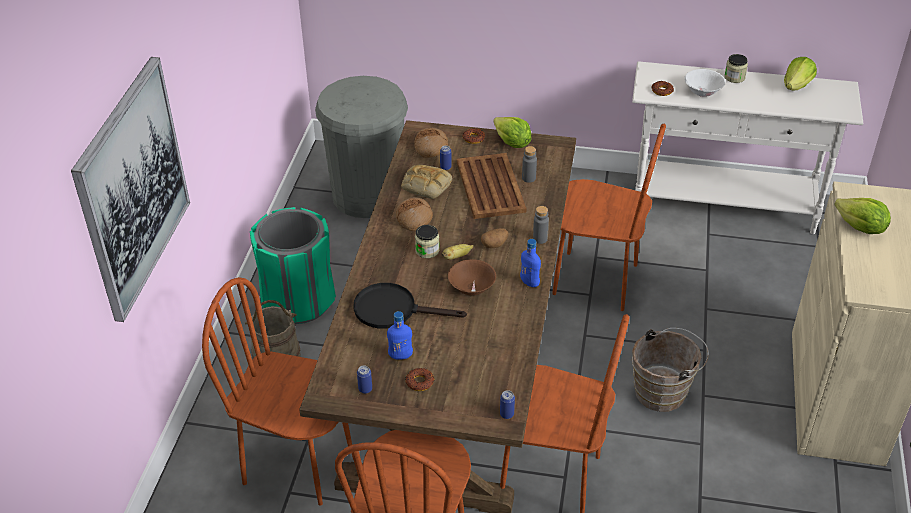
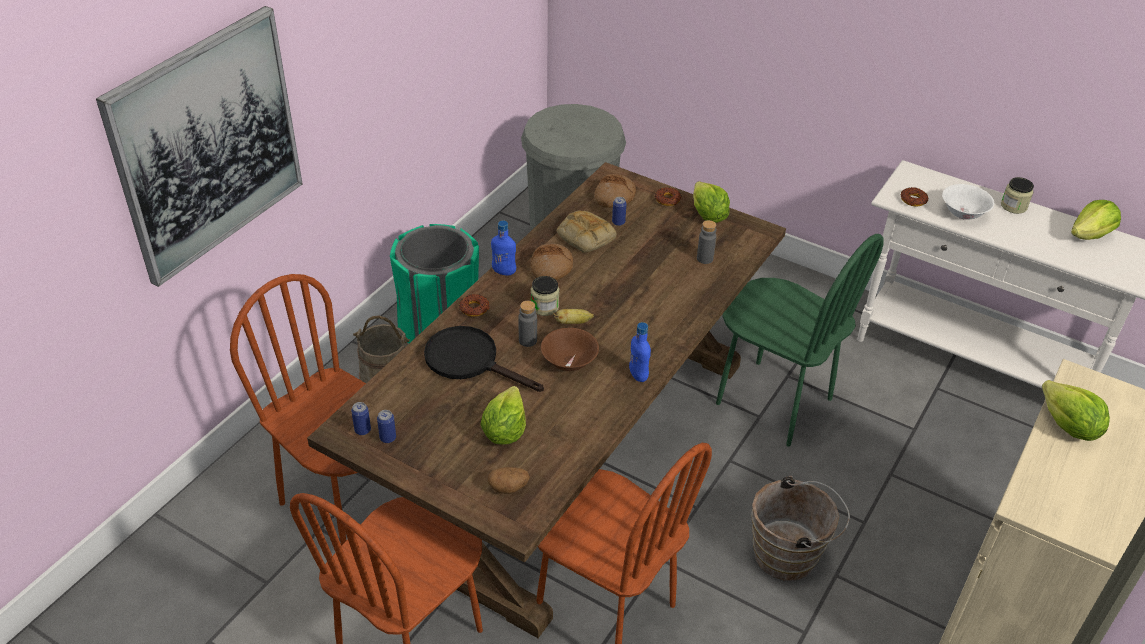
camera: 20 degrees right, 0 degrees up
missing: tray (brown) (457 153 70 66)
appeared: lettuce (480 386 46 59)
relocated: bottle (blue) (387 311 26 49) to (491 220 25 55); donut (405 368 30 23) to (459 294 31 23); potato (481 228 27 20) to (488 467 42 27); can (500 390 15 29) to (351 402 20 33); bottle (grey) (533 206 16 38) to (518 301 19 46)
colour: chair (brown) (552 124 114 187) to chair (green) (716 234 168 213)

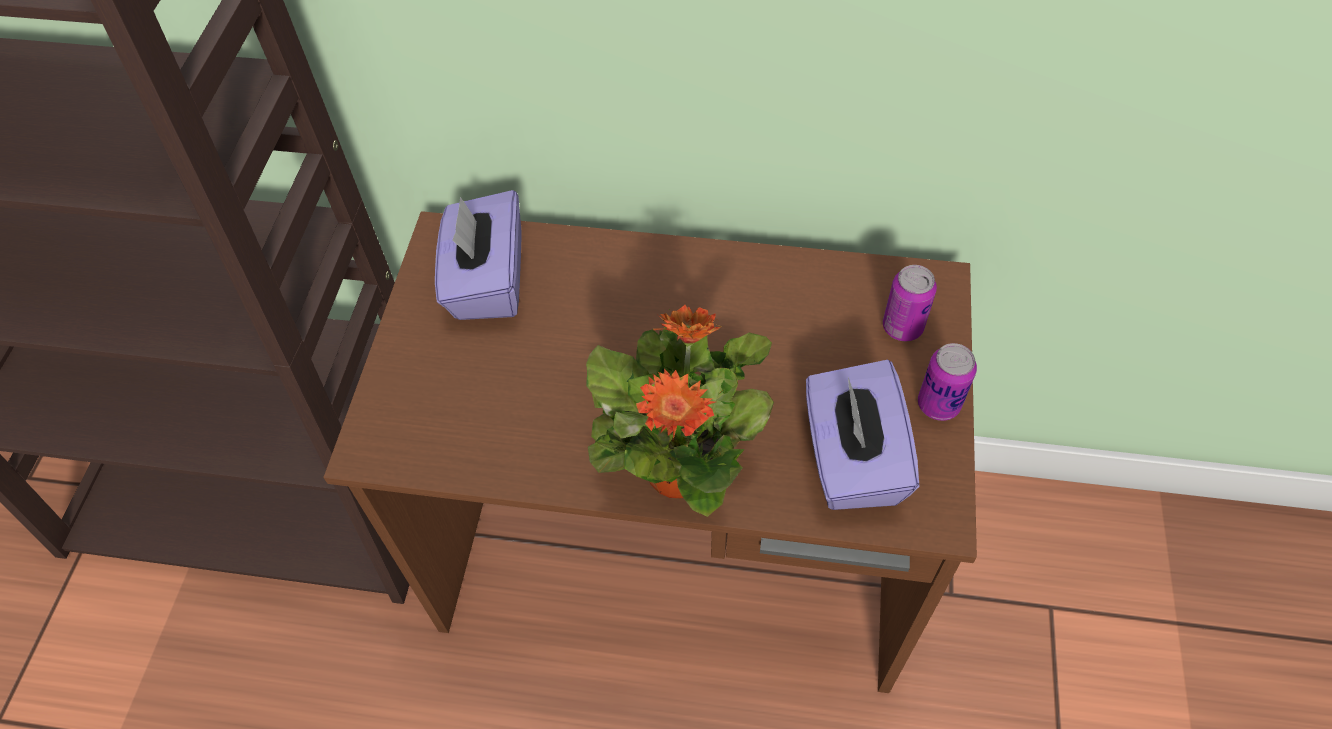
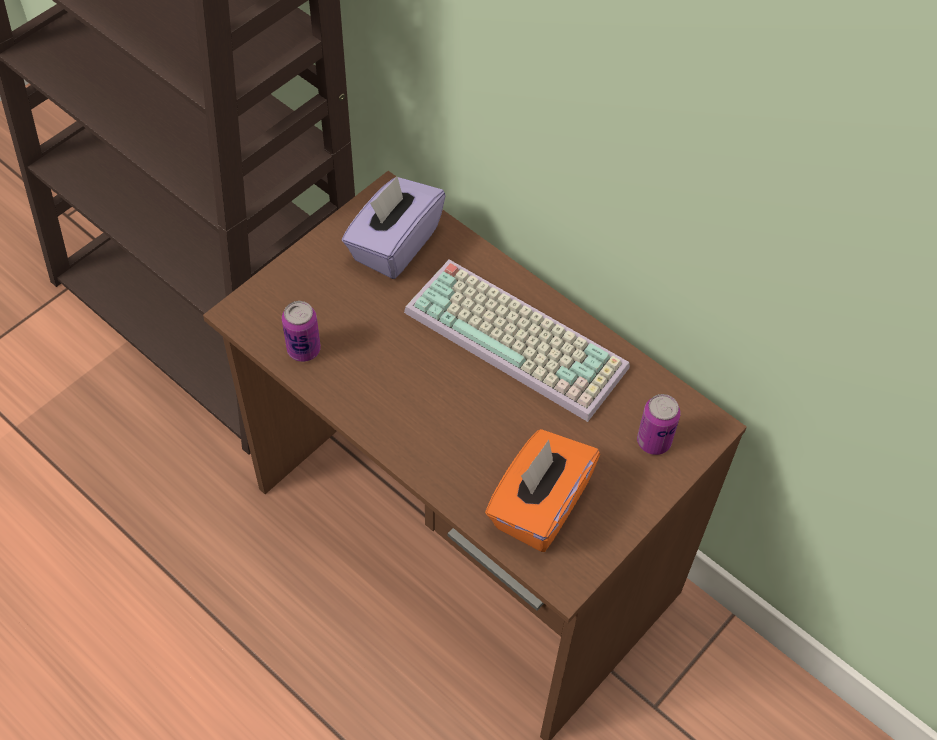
camera: 30 degrees right, 0 degrees up
missing: potted plant (586 305 188 212)
appeared: keyboard (404 259 226 163)
relocated: can (918 343 59 78) to (282 301 39 61)
colour: tissue box (purple) (806 360 114 150) to tissue box (orange) (485 429 115 123)

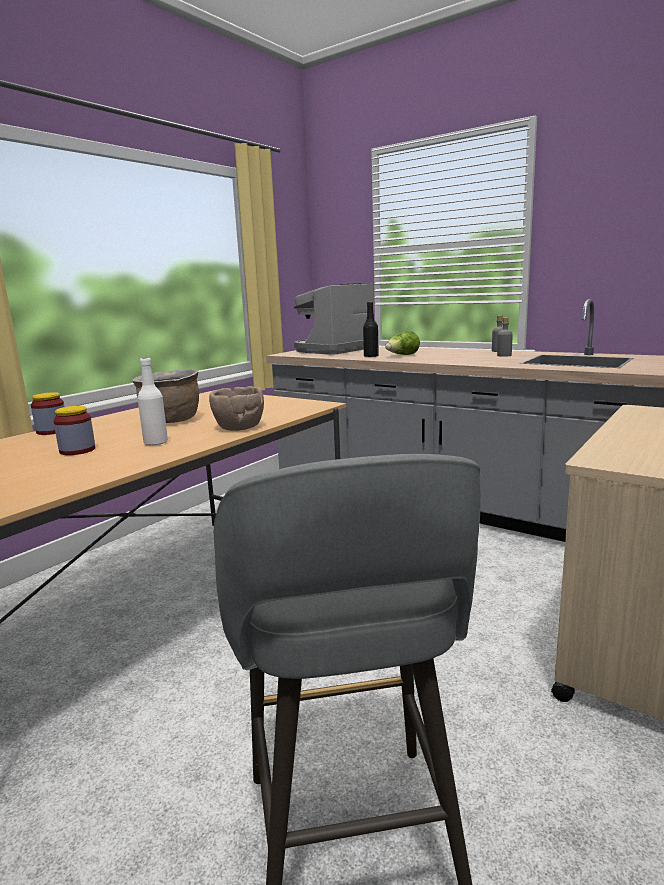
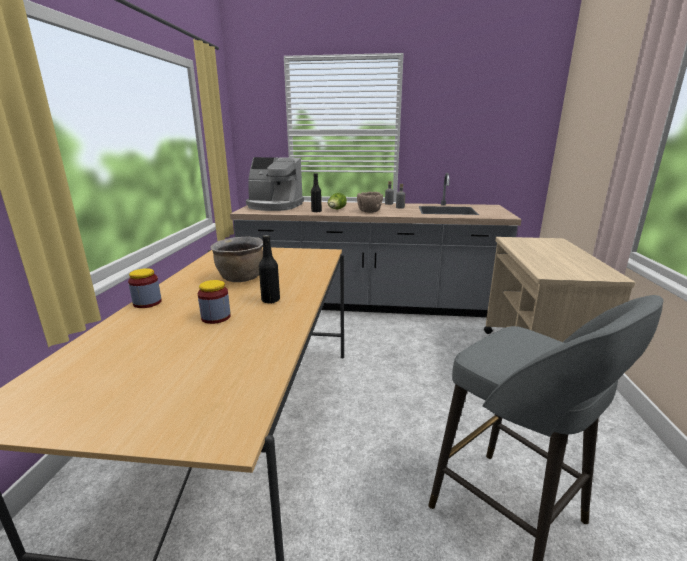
camera: 30 degrees left, 5 degrees up
relocated: bowl (brown) (209 386 55 45) to (357 192 26 21)
colour: bottle (white) (138 358 30 88) to bottle (black) (259 235 21 68)
spun: coffee machine (294 283 80 72) = (246 157 58 54) 90 degrees counterclockwise

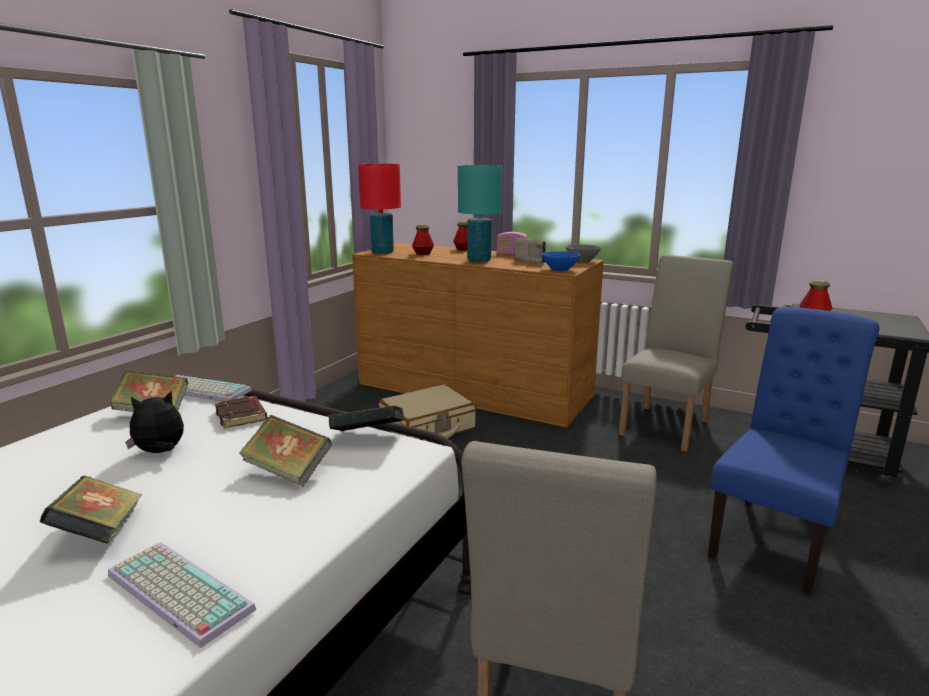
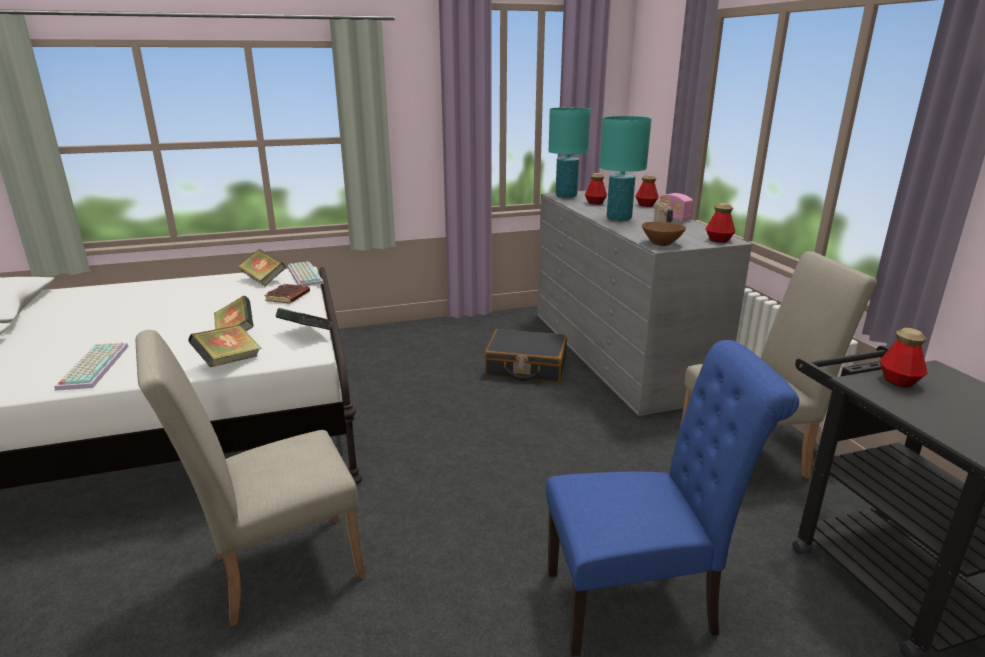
camera: 45 degrees right, 5 degrees up
missing: plush toy (125 391 59 62)
relocated: book (40 476 102 68) to (188 325 73 42)
exchanged: bowl (grey) (566 244 35 19) to bottle (705 203 31 40)
colour: dresser (brown) (352 243 252 185) to dresser (grey) (537 189 215 227); table lamp (red) (358 164 43 90) to table lamp (turquoise) (549 107 42 91); suitcase (beige) (379 385 97 56) to suitcase (black) (485 329 82 54); bowl (blue) (541 251 40 20) to bowl (brown) (642 221 44 25)

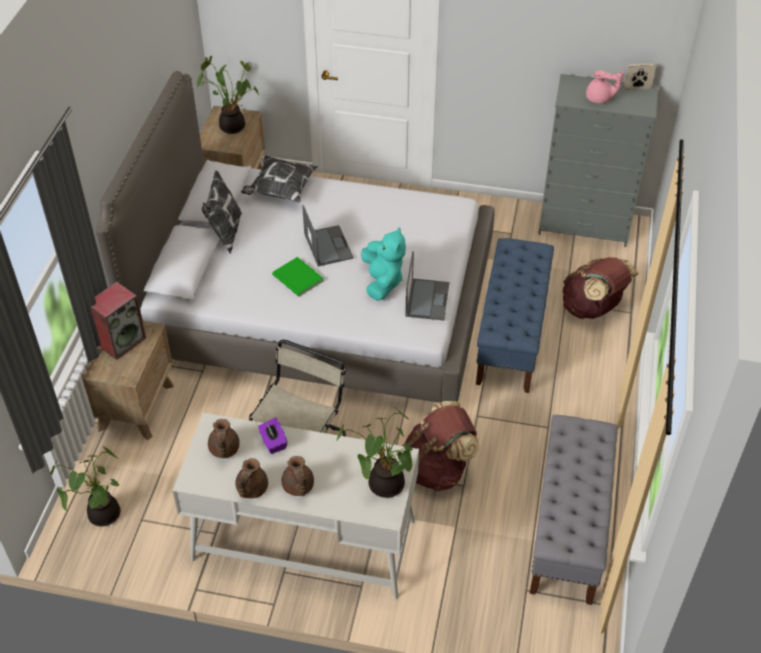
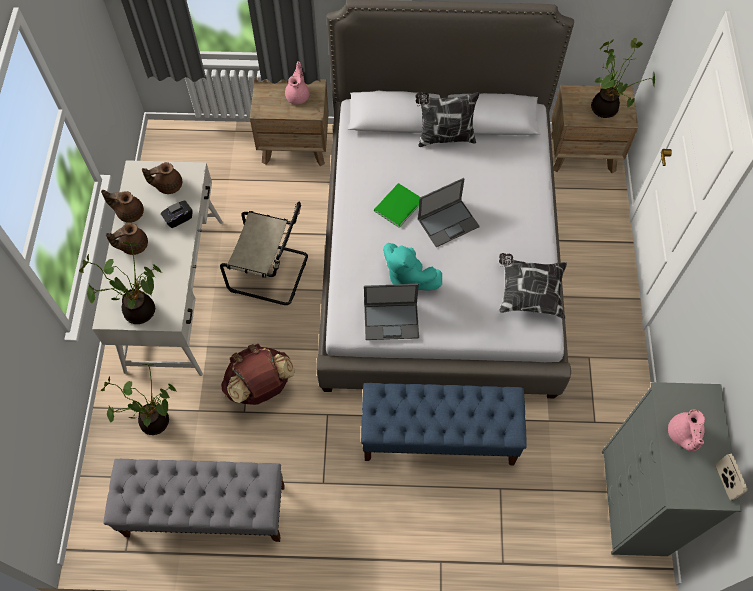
camera: 80 degrees right, 15 degrees up
missing: backpack (brown) (563 257 76 62)
relocated: potted plant (50 446 71 80) to (101 364 75 71); pillow (241 156 77 47) to (499 253 68 66)
exchanged: speaker (91 282 55 78) to teapot (pink) (285 61 25 43)
colour: tissue box (purple) (258 417 29 37) to tissue box (black) (161 200 32 28)
spun: plush toy (turquoise) (361 227 45 74) = (383 243 59 48) 60 degrees clockwise

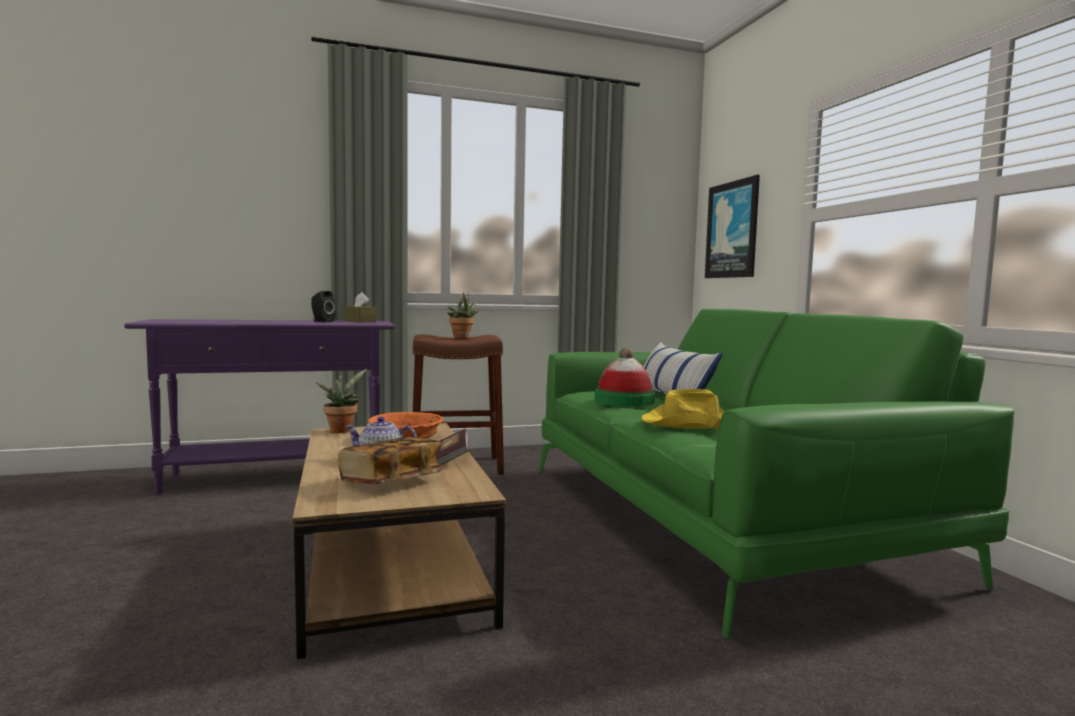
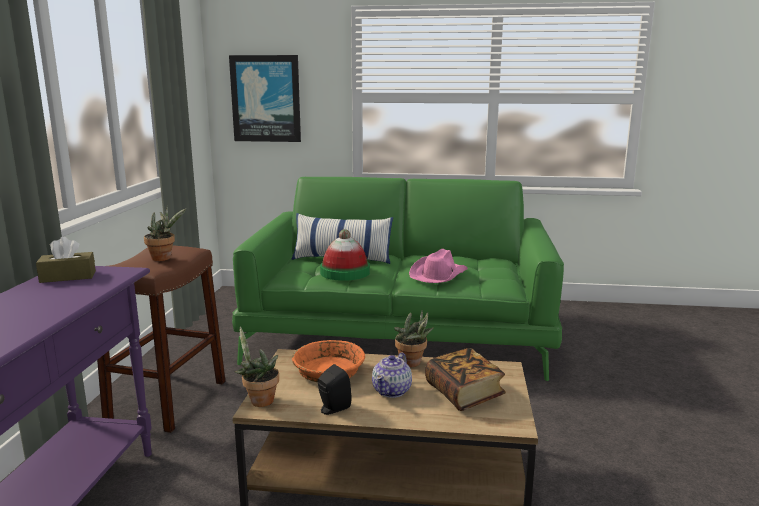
camera: 65 degrees left, 10 degrees up
relocated: speaker (black) (311 291 25 31) to (318 364 34 51)
exchanged: book (436 428 33 38) to potted plant (394 310 39 57)
colour: hat (yellow) (641 389 84 41) to hat (pink) (409 249 59 34)

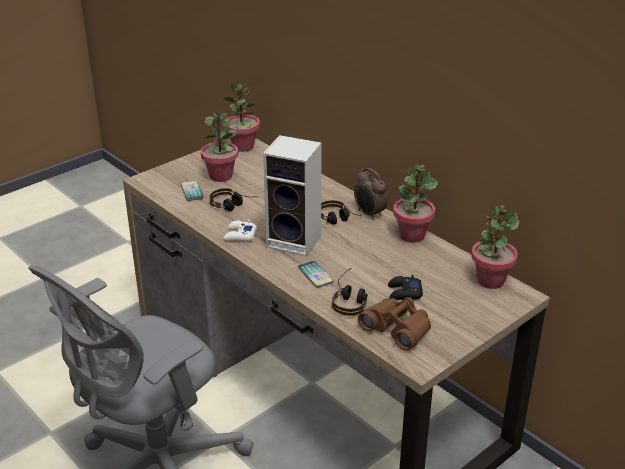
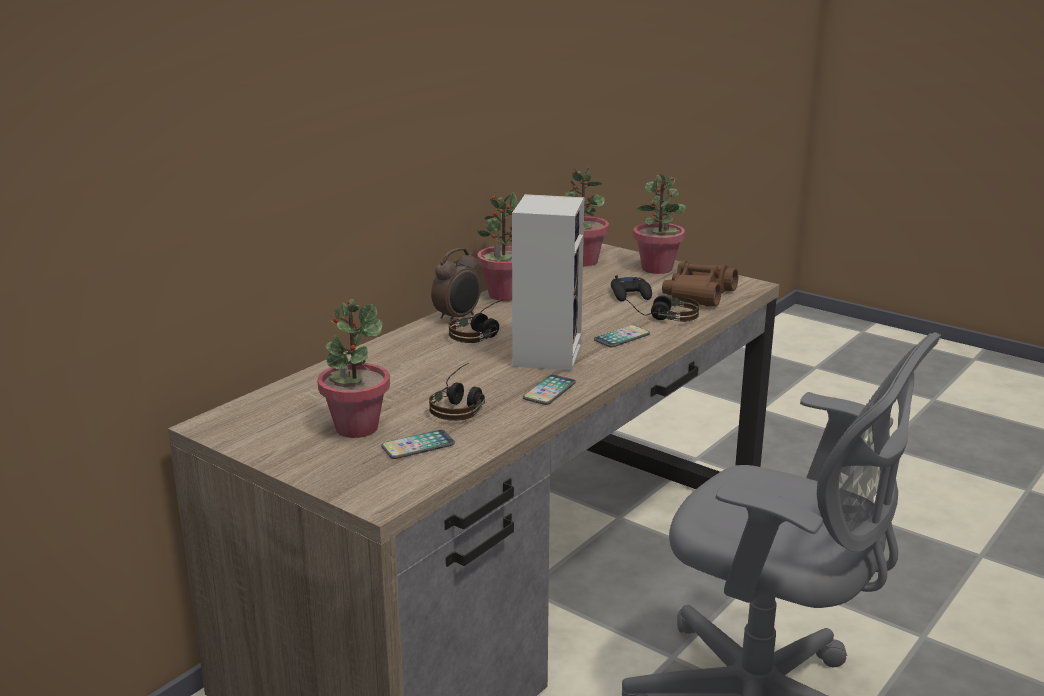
camera: 100 degrees left, 10 degrees down
relocated: potted plant (223 83 37 69) to (633 174 53 100)
exchanged: game controller (white) (223 220 34 22) to phone (523 375 53 30)

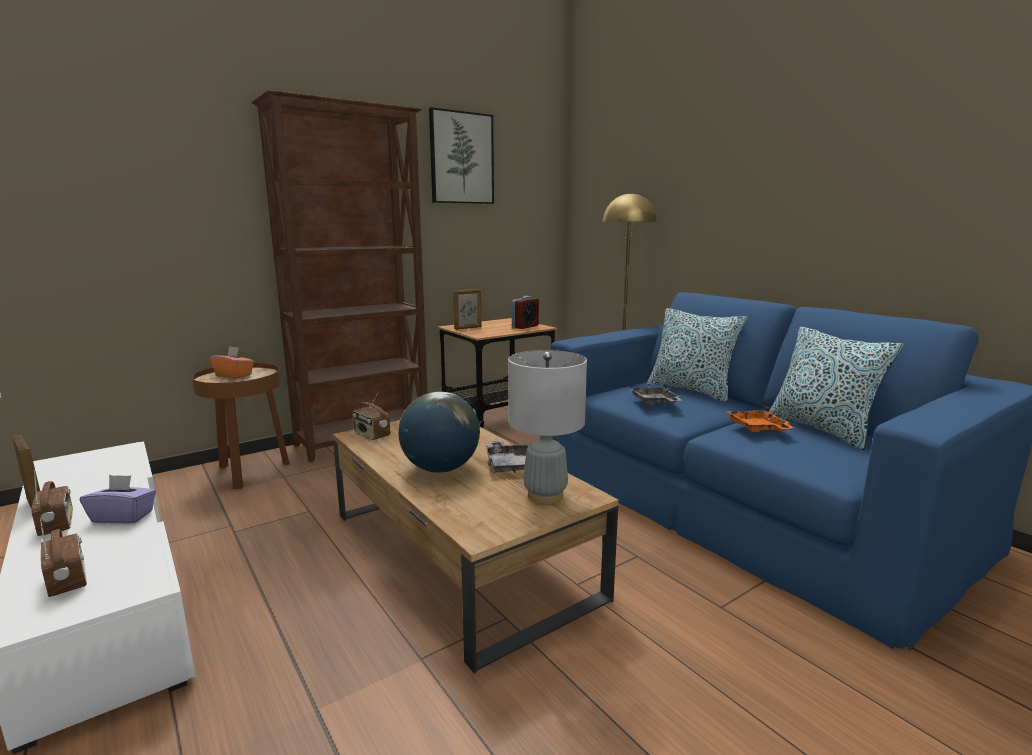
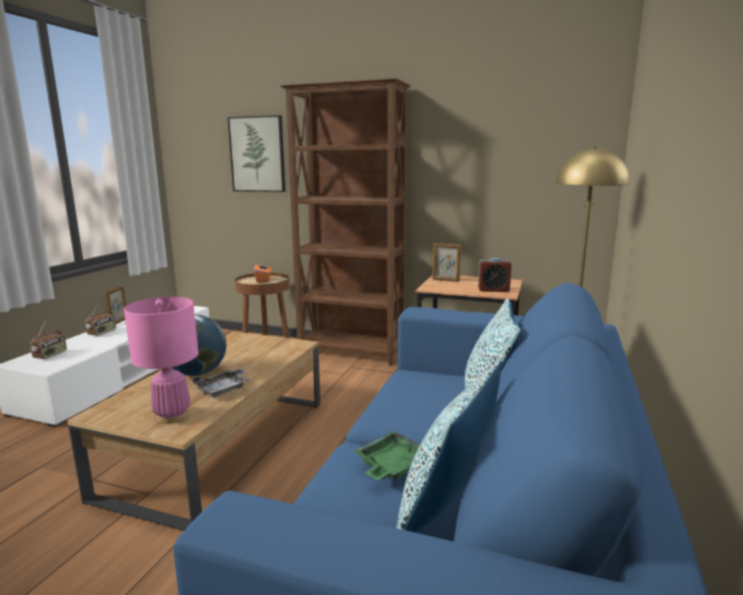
camera: 55 degrees right, 0 degrees up
missing: tissue box (purple) (80 475 76 49); radio (352 391 38 49); tray (grey) (630 384 51 21)
relocated: picture (429 107 65 97) to (227 115 59 77)
colour: table lamp (grey) (508 350 79 154) to table lamp (pink) (124 297 74 127); tray (orange) (726 406 68 26) to tray (green) (354 431 66 49)

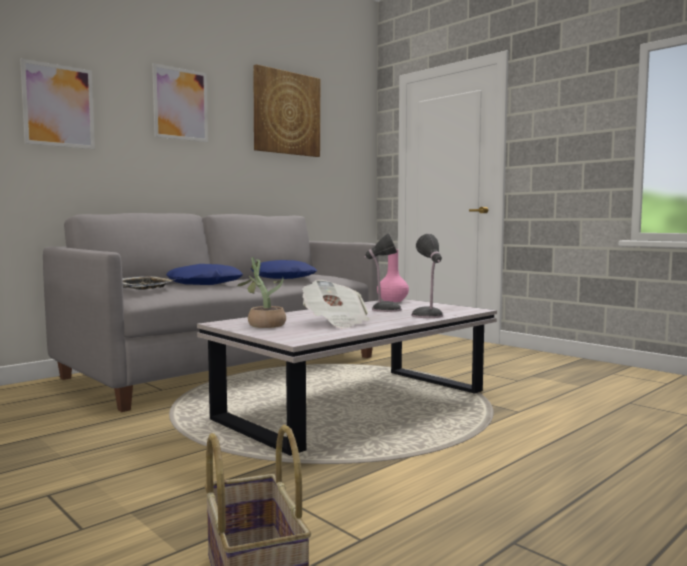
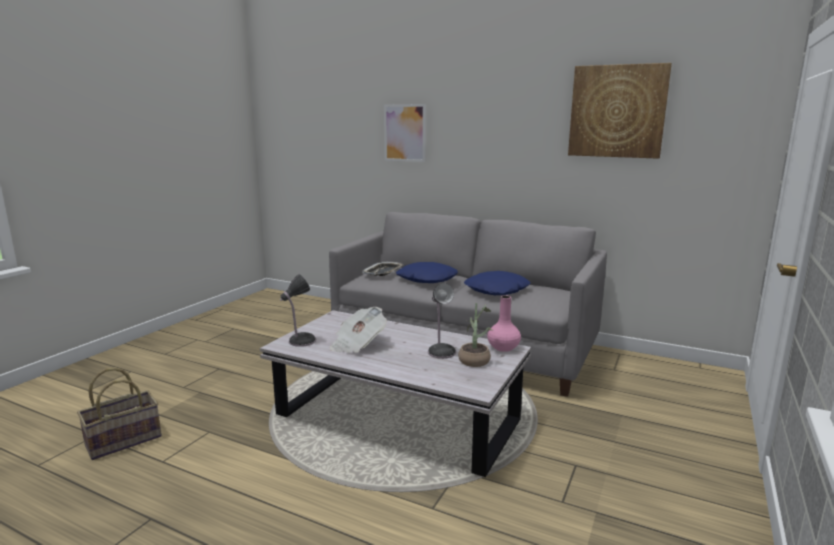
camera: 70 degrees right, 10 degrees up
missing: picture (152 63 56 79)
relocated: potted plant (238 257 48 71) to (458 303 35 64); table lamp (411 234 32 84) to (280 274 36 73)

